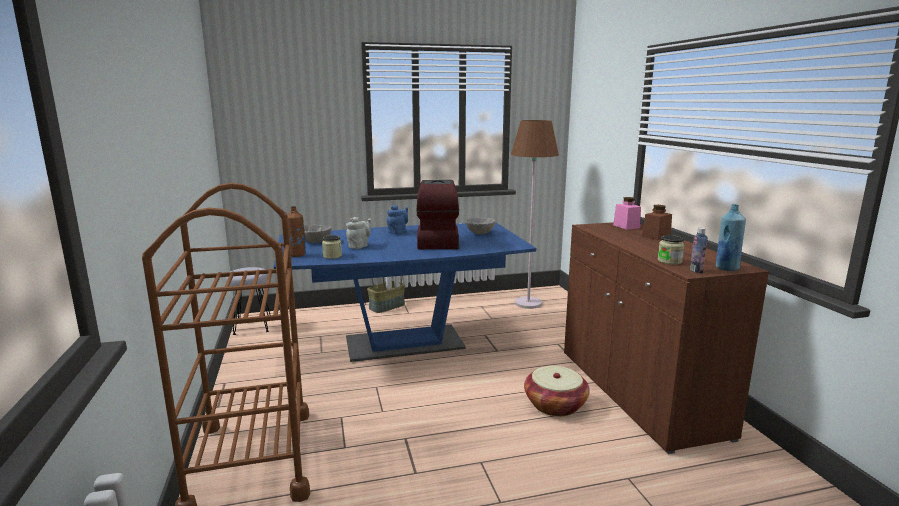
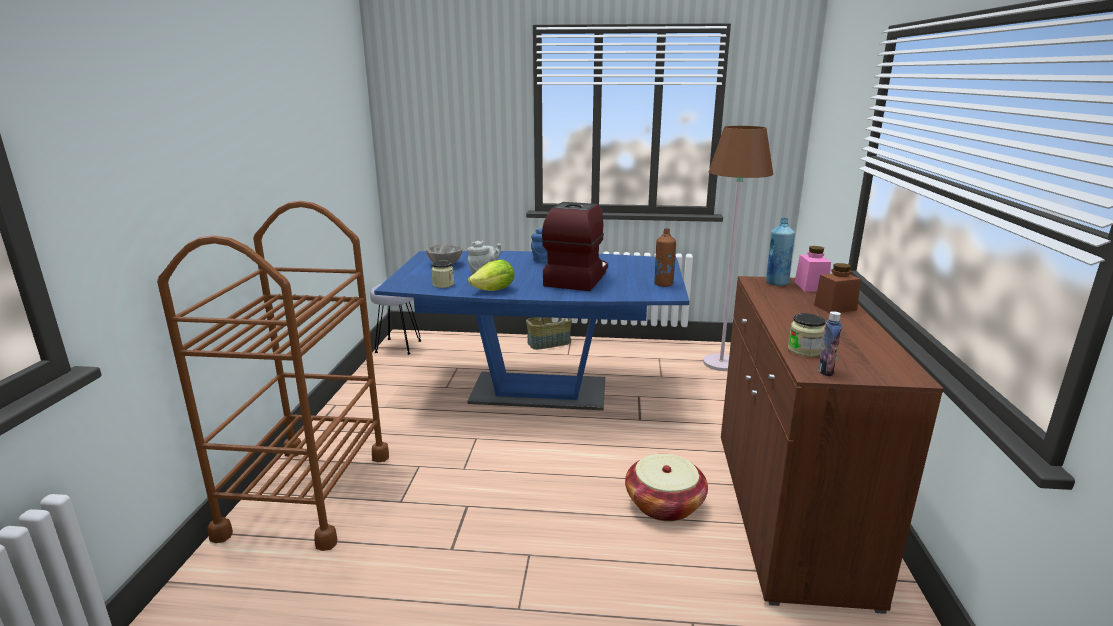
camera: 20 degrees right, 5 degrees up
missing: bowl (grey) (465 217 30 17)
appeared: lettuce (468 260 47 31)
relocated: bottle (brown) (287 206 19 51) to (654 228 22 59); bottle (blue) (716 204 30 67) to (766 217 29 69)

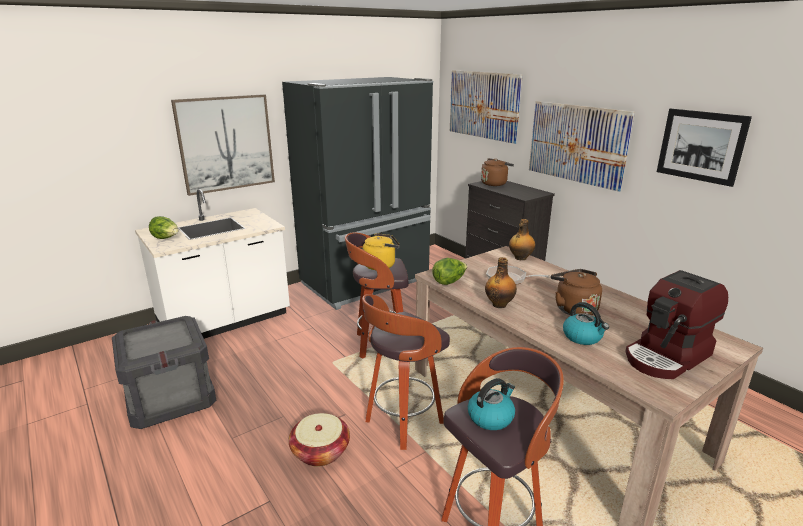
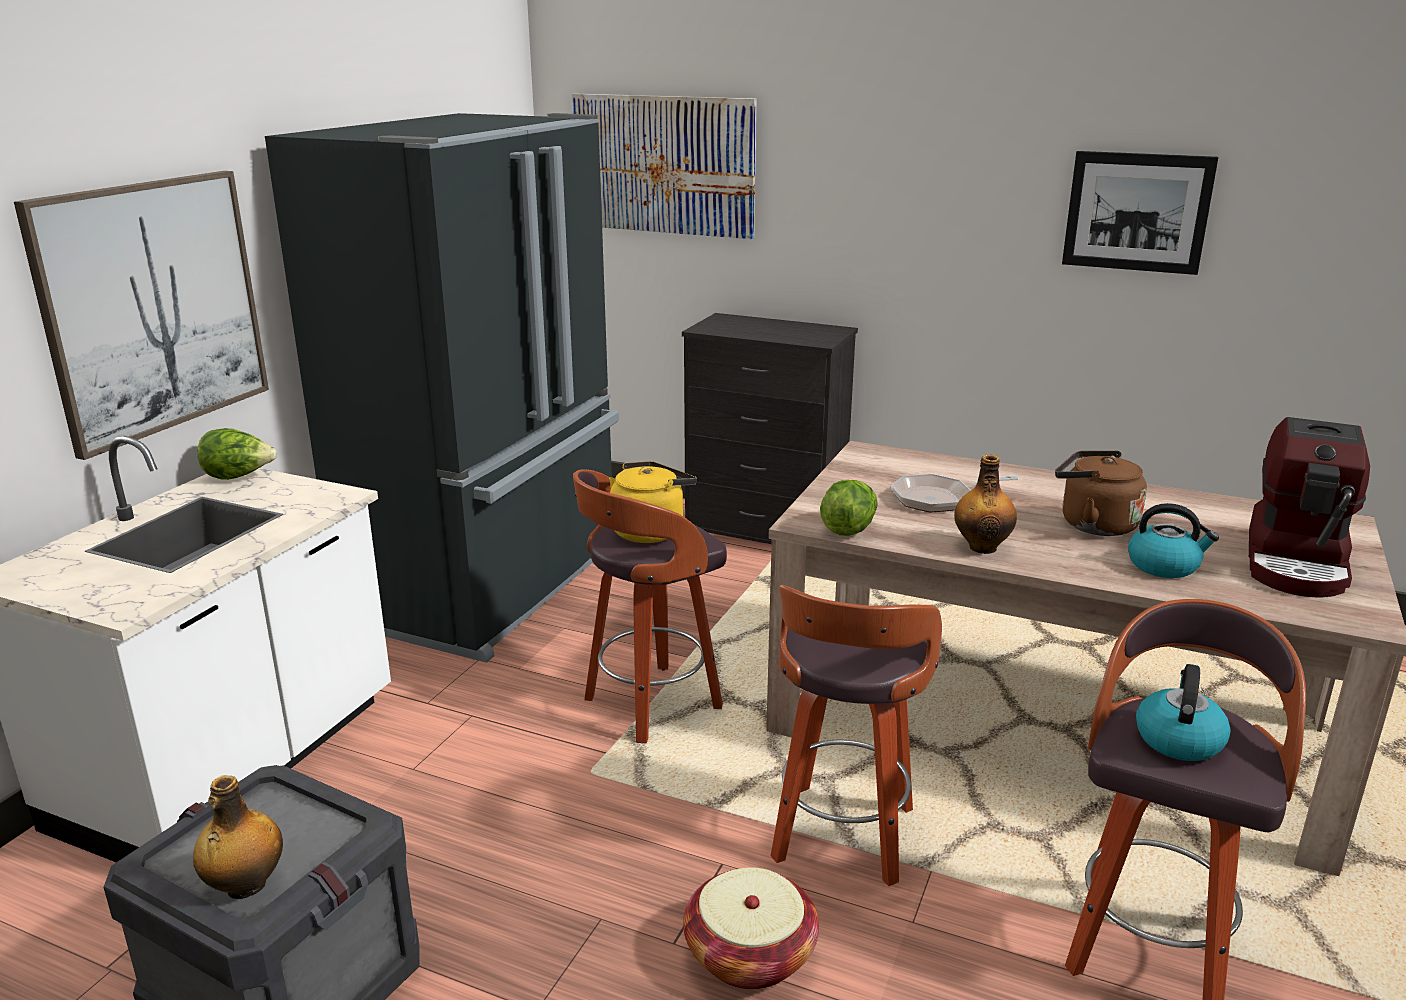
camera: 30 degrees left, 0 degrees up
missing: kettle (brown) (481 158 33 28); picture (529 101 106 91)
relocated: lettuce (149 216 29 23) to (197 428 80 52); bottle (509 219 26 41) to (193 775 90 124)

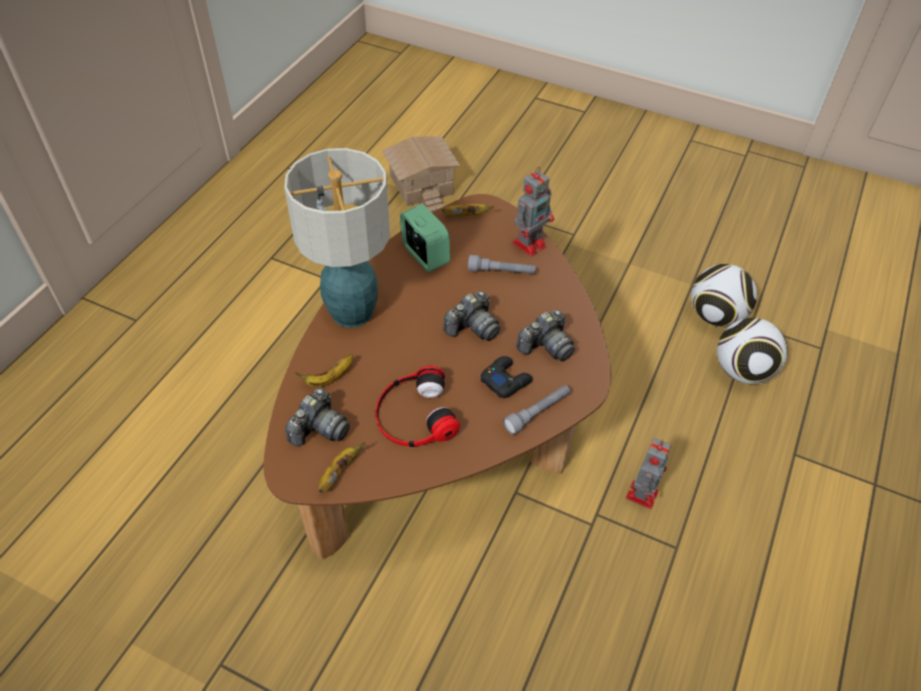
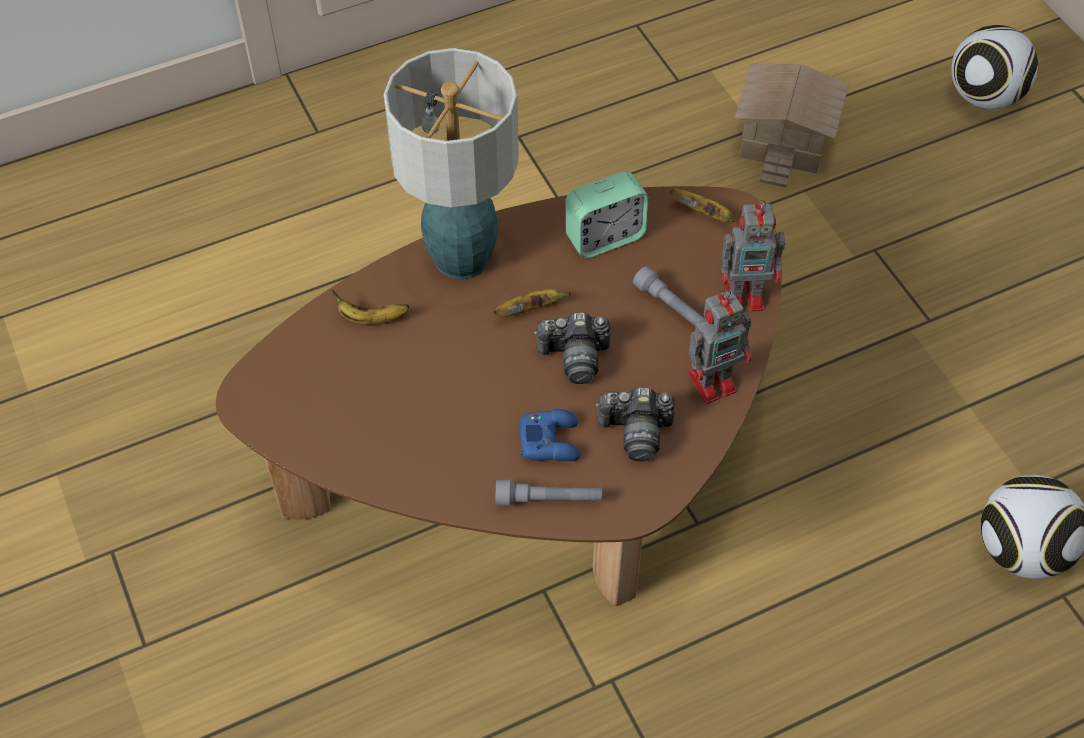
camera: 40 degrees right, 5 degrees up
missing: photo camera (285 388 65 58); headphones (375 366 85 81)
relocated: banana (319 442 46 51) to (494 289 77 28); toy robot (626 438 45 71) to (687 290 65 114); football (717 318 71 66) to (951 25 87 85)
colour: game controller (black) (481 356 52 42) to game controller (blue) (520 409 61 52)
spun: alarm clock (400 204 50 68) = (566 171 83 87) 60 degrees clockwise

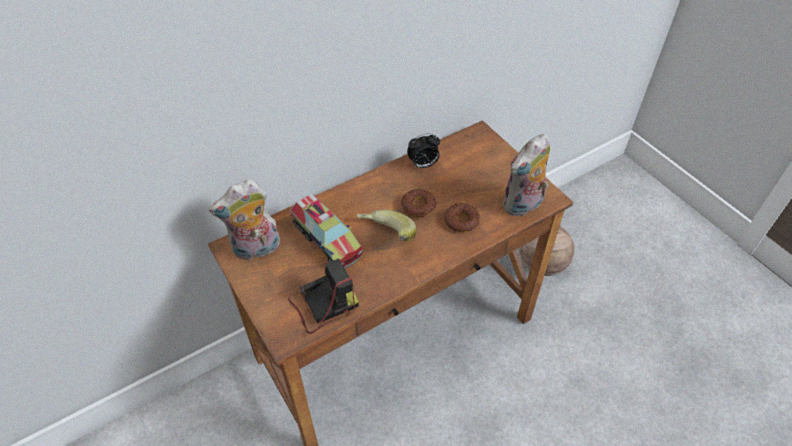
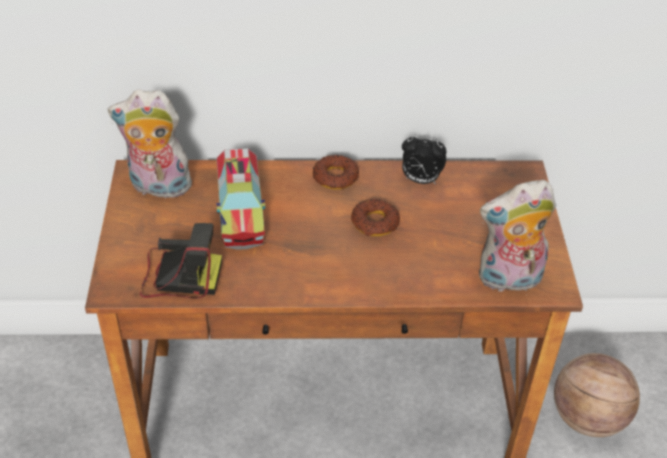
camera: 30 degrees right, 5 degrees down
missing: banana (357 210 59 31)
relocated: donut (444 203 36 29) to (313 155 46 35)

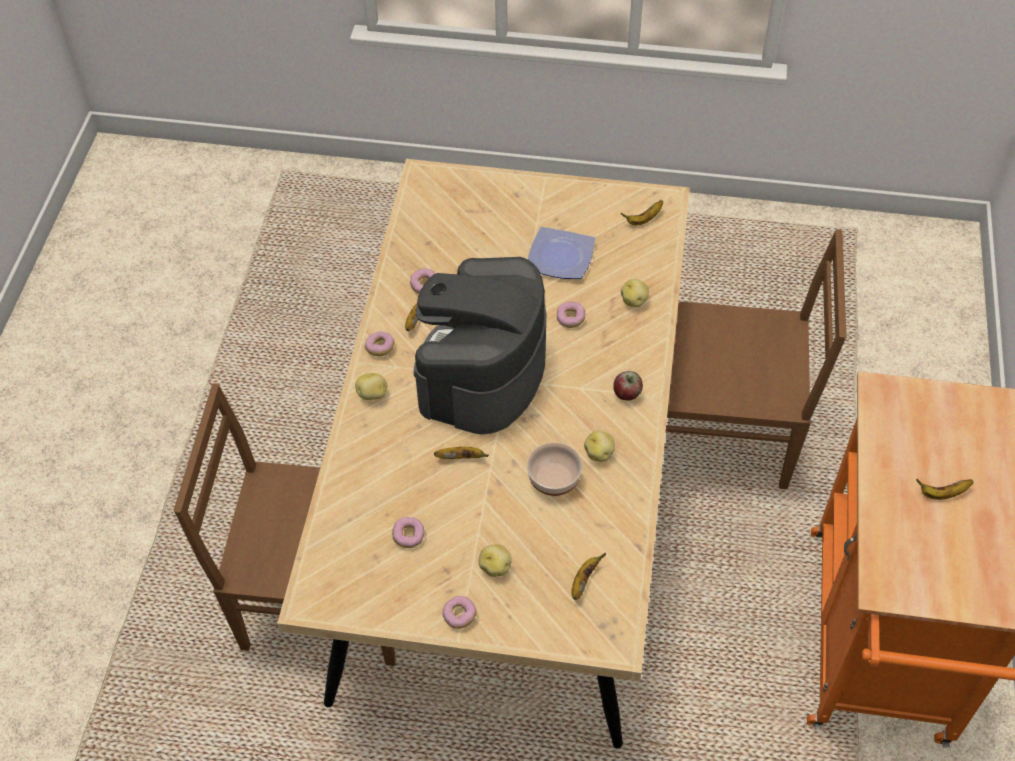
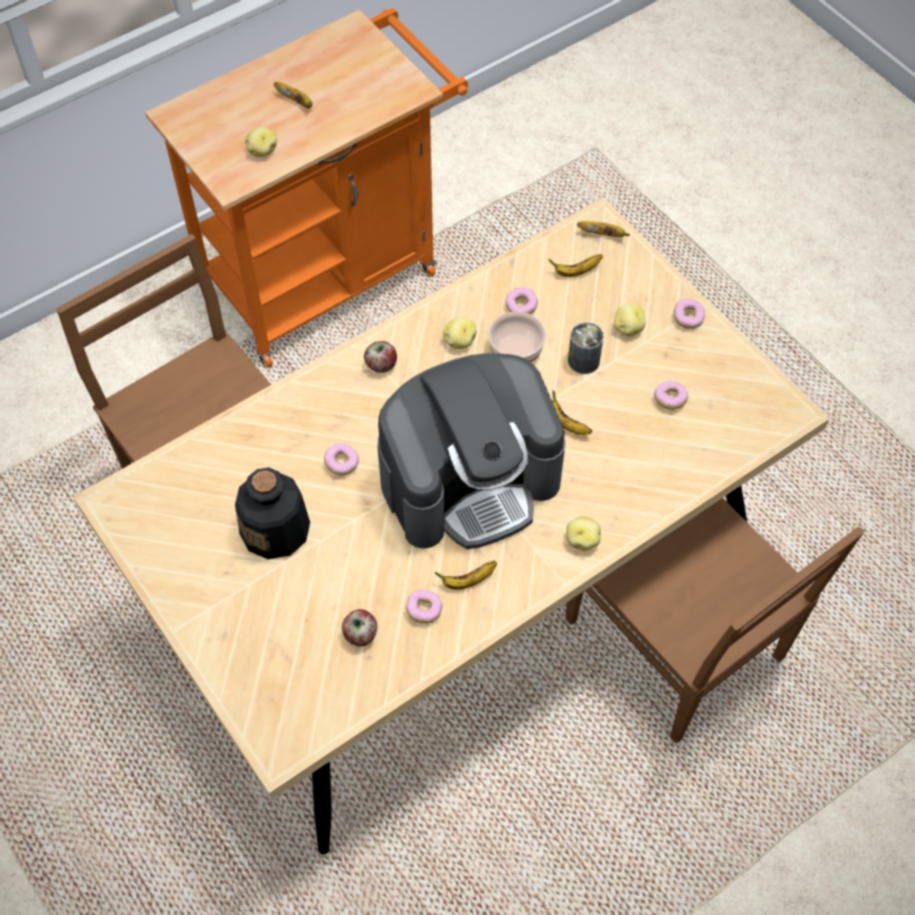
camera: 135 degrees left, 5 degrees up
appeared: apple (342 609 35 38); can (568 322 36 52)
relocated: donut (365 331 30 25) to (505 287 33 27); banana (621 200 42 25) to (577 221 53 16); potato (621 279 28 28) to (245 127 32 30)
exchanged: plate (528 227 67 52) to bottle (235 468 75 91)

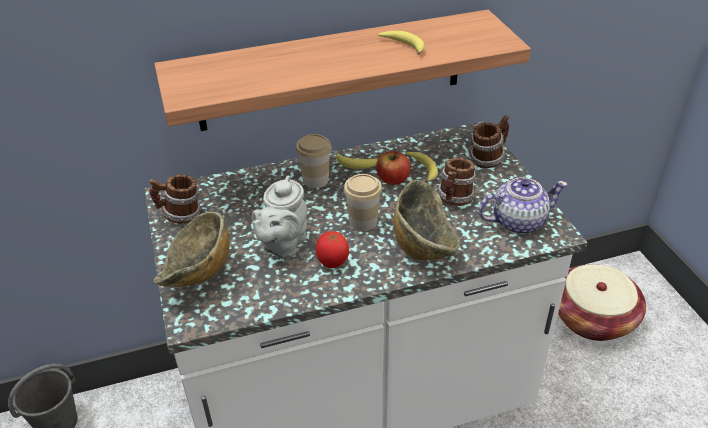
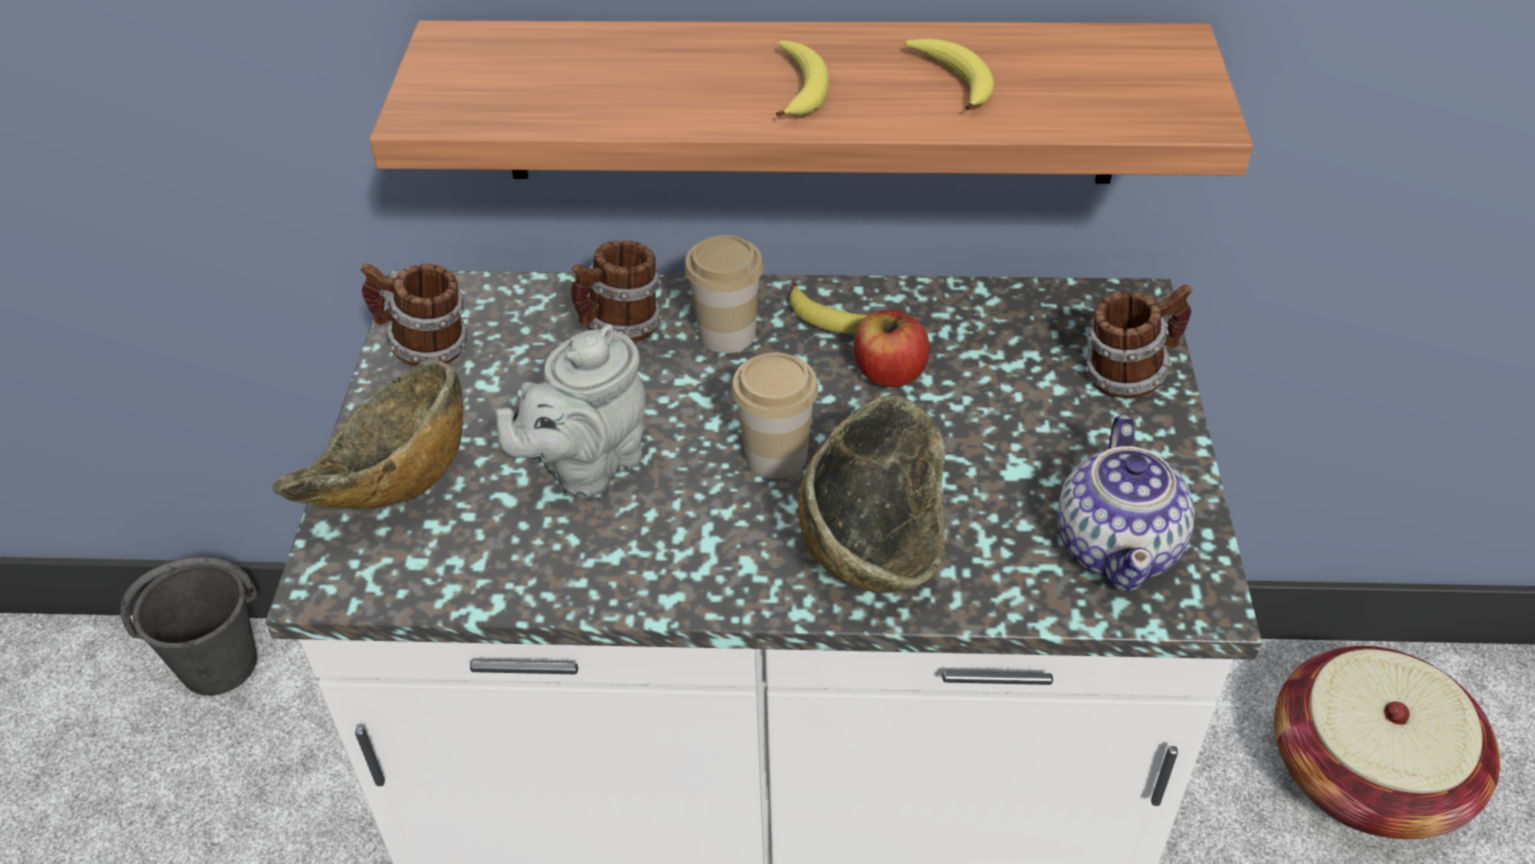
camera: 20 degrees right, 5 degrees up
missing: tomato (316 231 33 37)
relocated: banana (406 152 32 31) to (776 41 53 76); mug (437 158 39 48) to (571 240 91 102)
spun: teapot (478 177 89 57) = (1057 415 138 177) 90 degrees clockwise

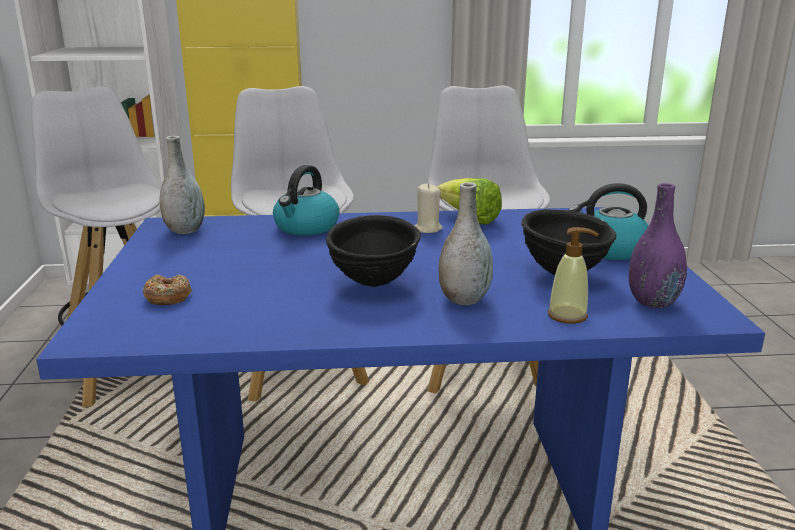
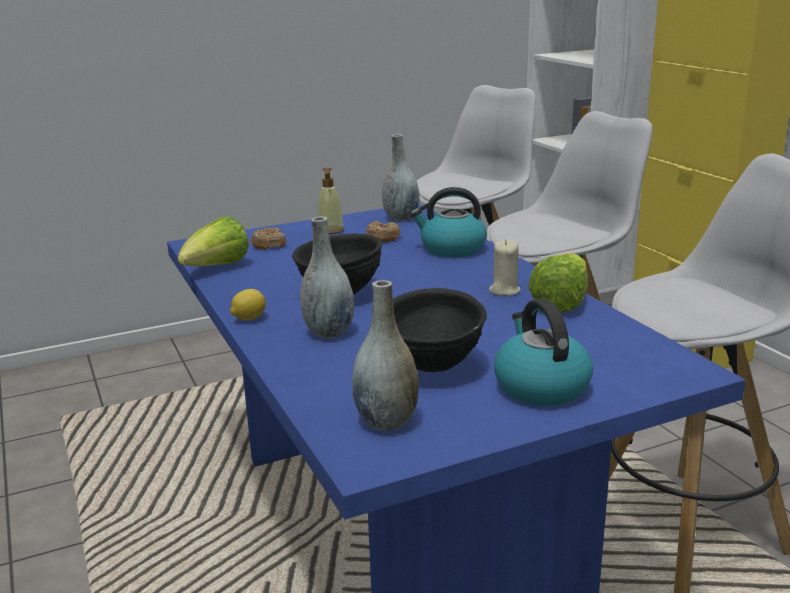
camera: 70 degrees right, 0 degrees up
appeared: lettuce (178 216 71 50); lemon (230 289 36 32); donut (366 221 35 21)
relocated: soap dispenser (548 227 50 97) to (317 168 27 66)
colour: vase (purple) (628 183 59 126) to vase (grey) (352 280 67 151)

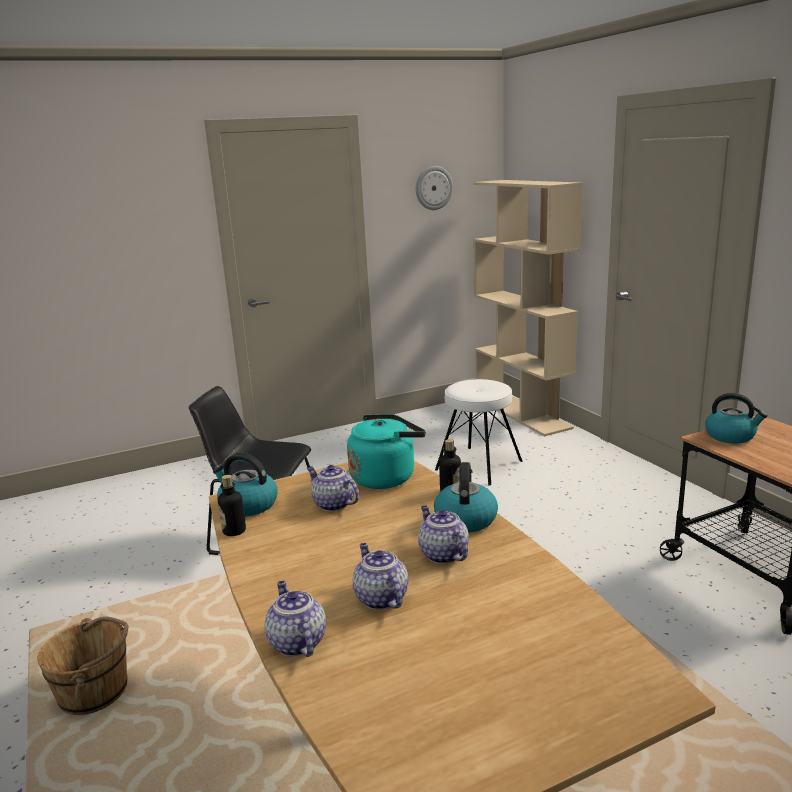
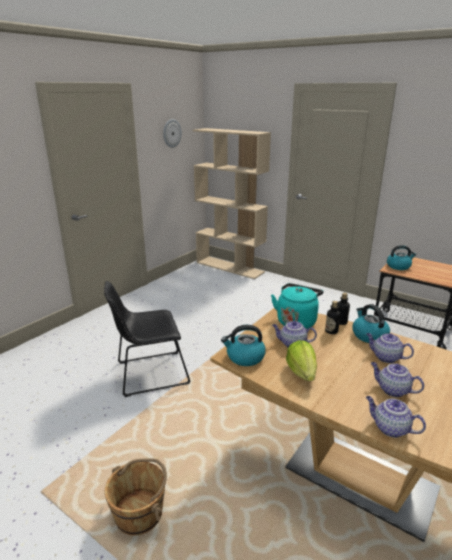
camera: 30 degrees left, 5 degrees up
missing: stool (white) (435 379 88 107)
appeared: lettuce (286 340 31 41)
relocated: bottle (218 475 28 61) to (325 301 15 33)

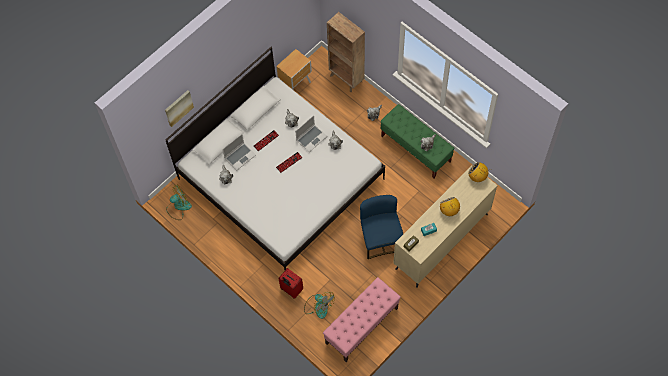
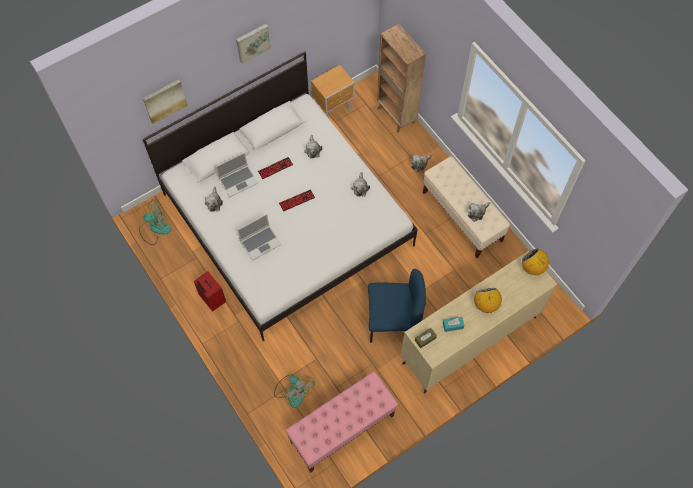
camera: 10 degrees right, 0 degrees up
appeared: picture (236 24 35 40)
relocated: suitcase (red) (278 268 25 31) to (194 271 32 41); laptop (295 115 33 37) to (237 214 45 47)
colour: bench (green) (381 104 73 75) to bench (beige) (423 156 88 102)
spun: chair (blue) (360 195 43 64) = (368 269 58 74) 90 degrees clockwise

